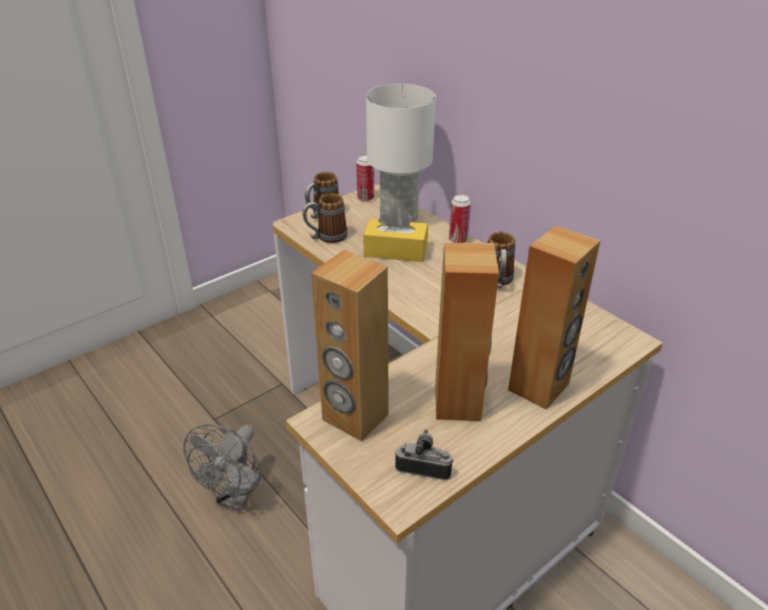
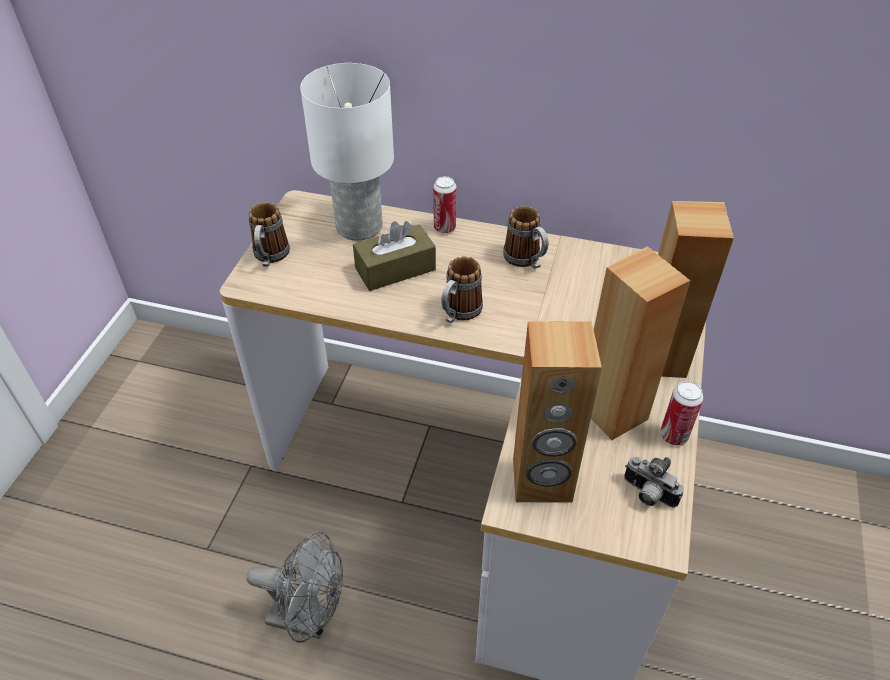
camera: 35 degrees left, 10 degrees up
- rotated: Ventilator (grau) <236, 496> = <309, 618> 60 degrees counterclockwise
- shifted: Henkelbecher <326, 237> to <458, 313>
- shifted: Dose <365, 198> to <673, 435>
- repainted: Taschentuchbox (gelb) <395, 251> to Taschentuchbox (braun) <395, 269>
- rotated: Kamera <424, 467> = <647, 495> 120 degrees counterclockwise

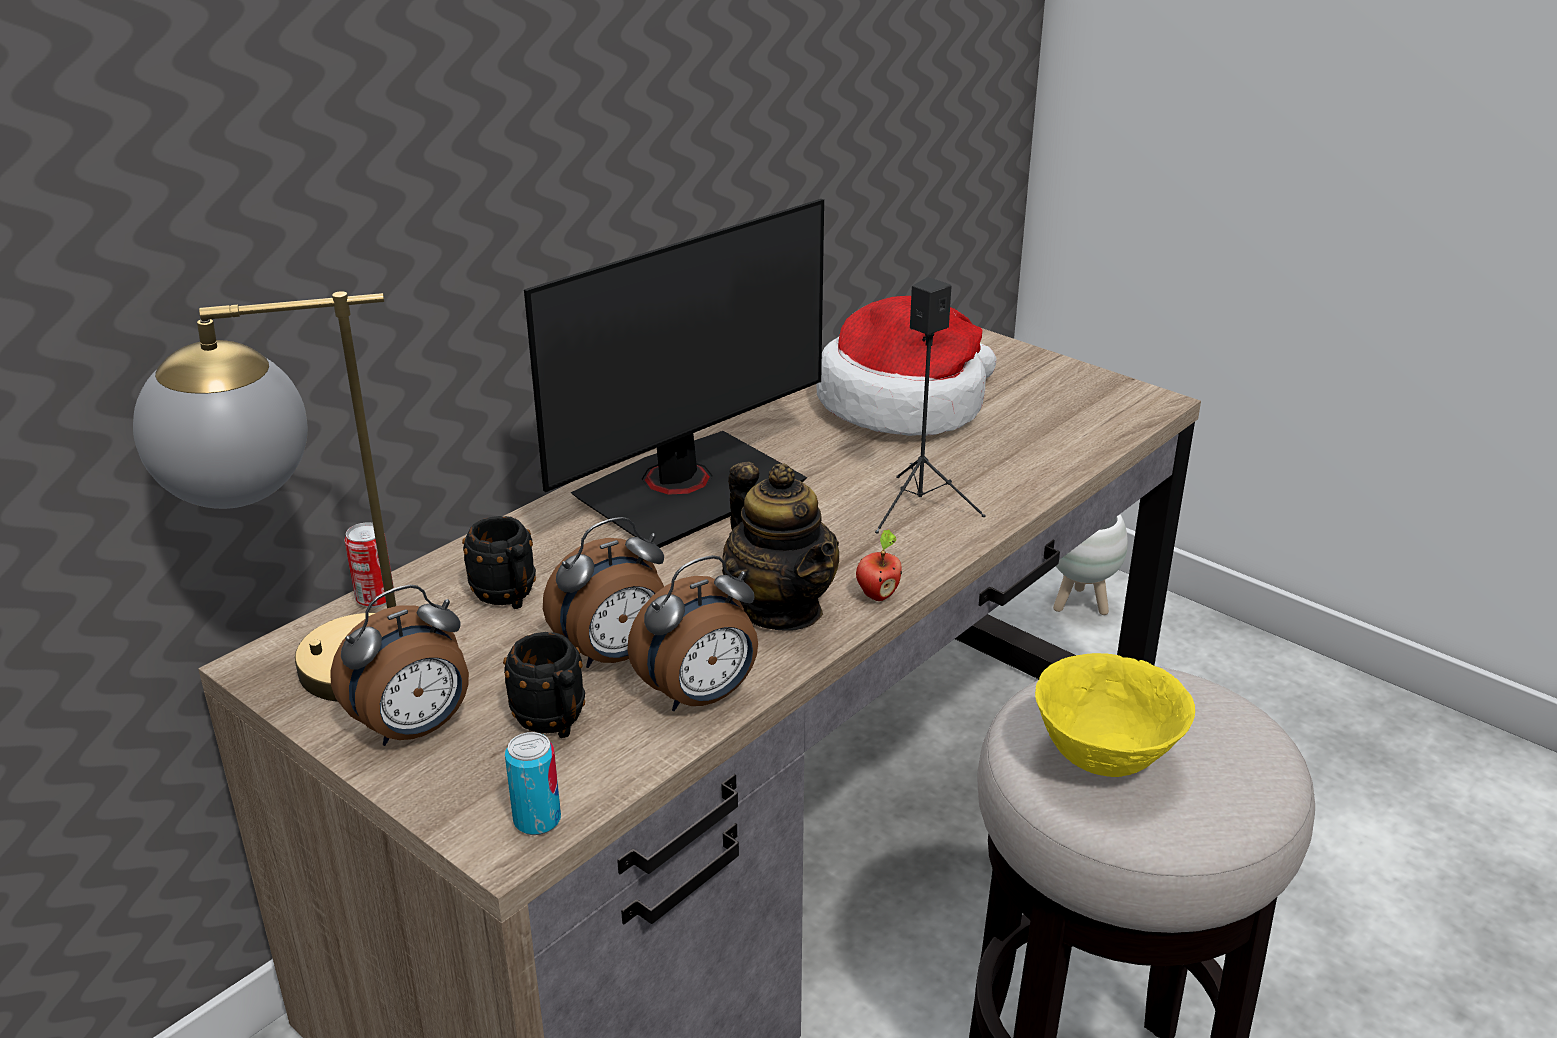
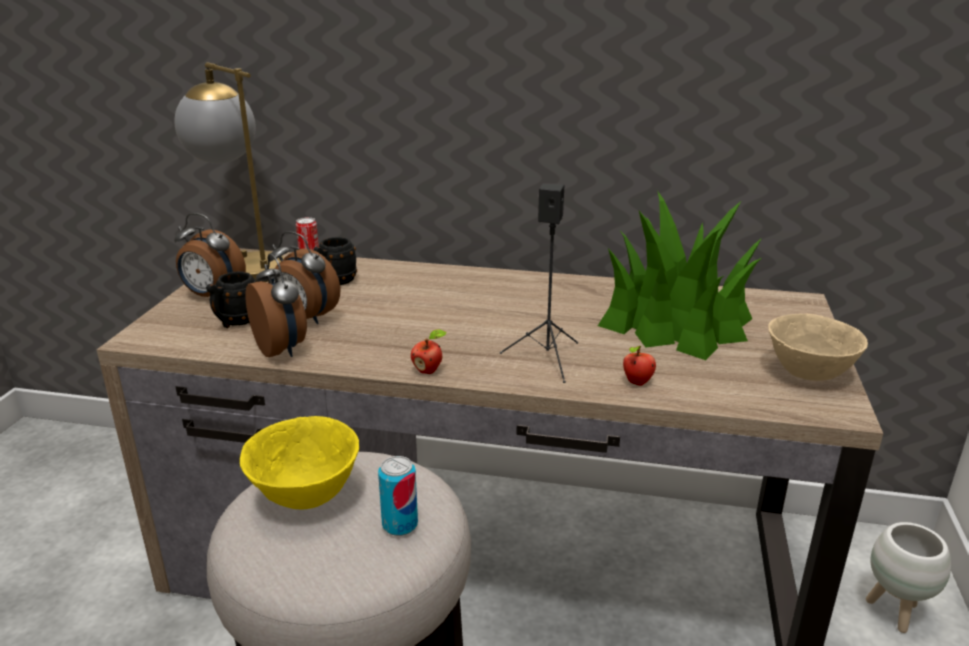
camera: 60 degrees right, 5 degrees down
- shifted: Dose <537, 820> to <400, 525>
- gone: Monitor <687, 490>
- rotated: Wecker <700, 697> = <282, 349> 150 degrees counterclockwise
- gone: Teekanne <781, 609>
- swapped: Hut <905, 404> to Topfpflanze <676, 322>
- new: Apfel <637, 383>
- new: Schüssel (beige) <808, 373>

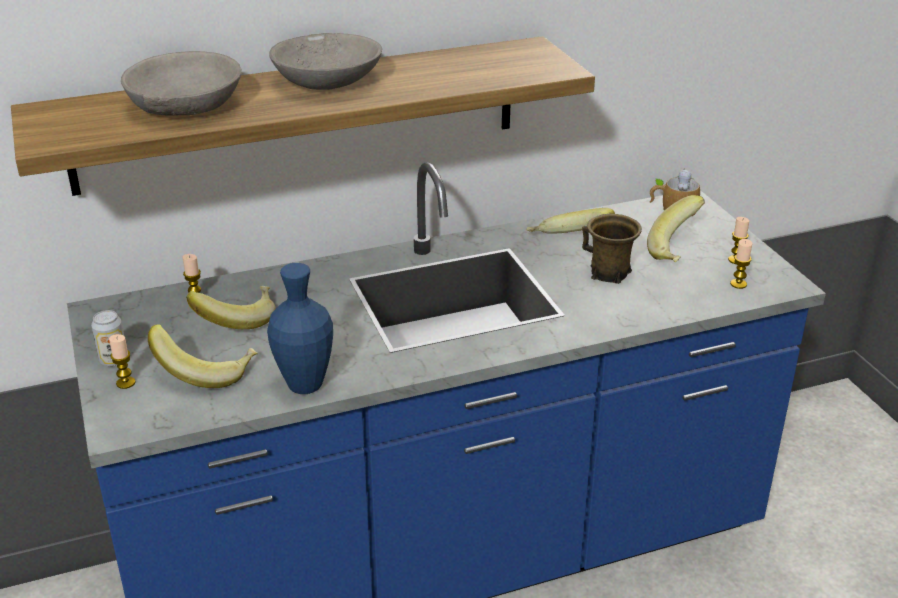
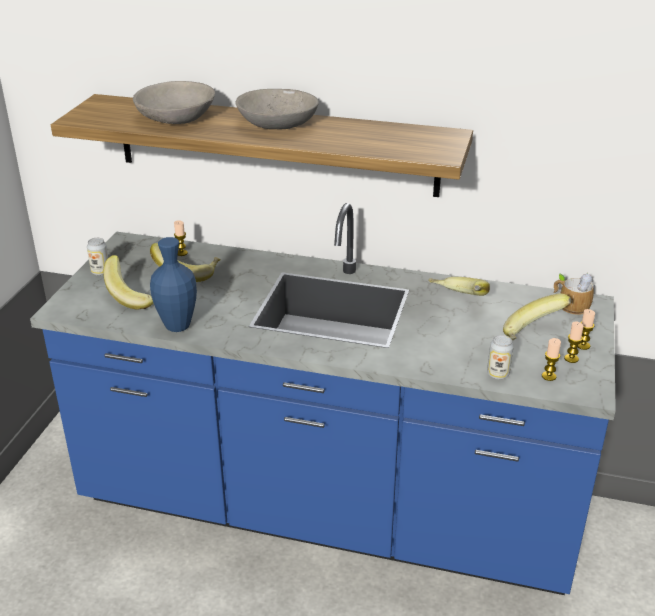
camera: 35 degrees right, 0 degrees up
- shifted: Kerze <125, 383> to <583, 345>
- gone: Henkelbecher (braun) <609, 273>
- new: Dose <498, 374>

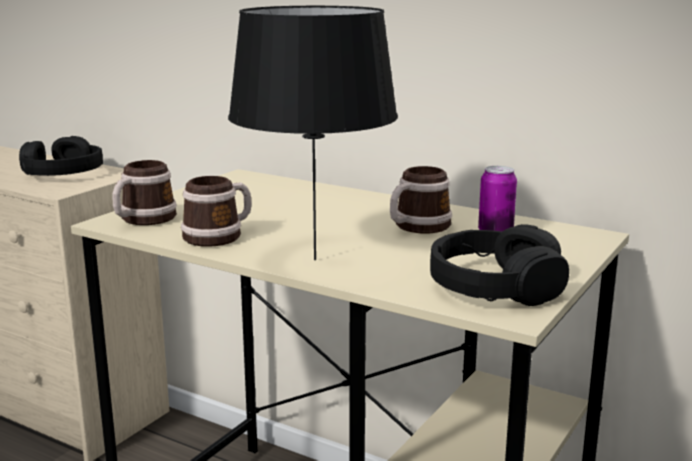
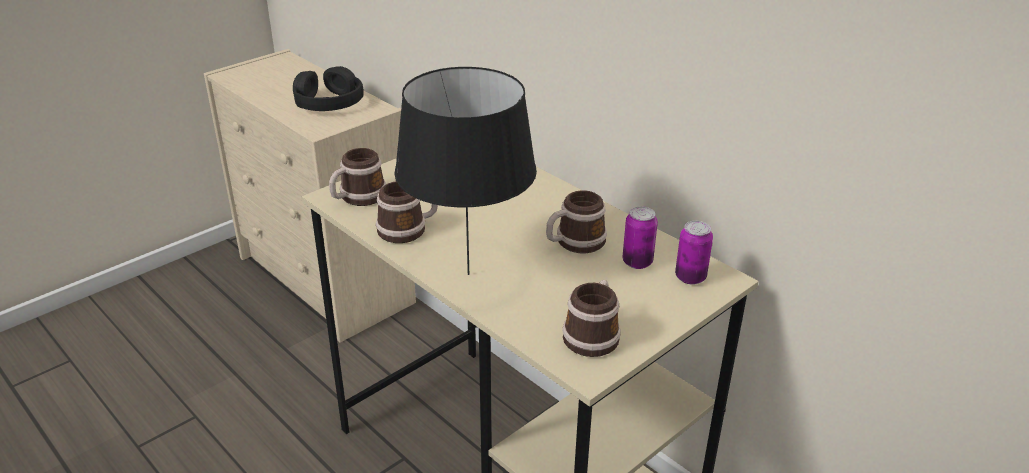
camera: 15 degrees right, 15 degrees up
- swapped: Kopfhörer (schwarz) <495, 286> to Henkelbecher <593, 334>
- new: Dose <690, 277>

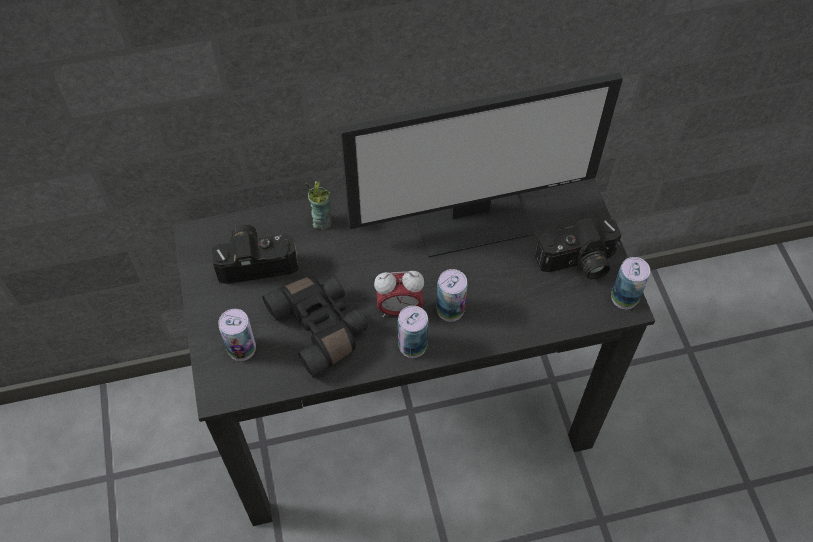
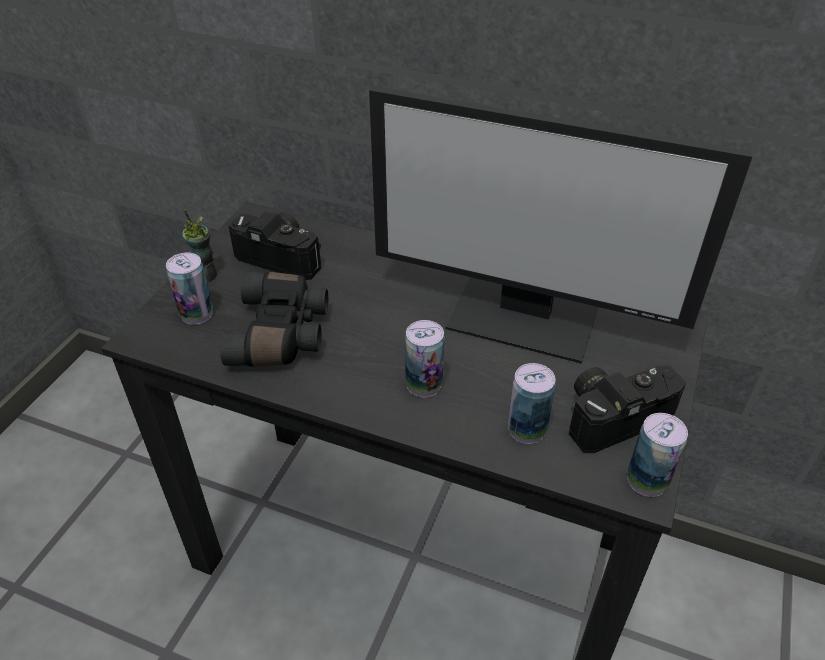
camera: 35 degrees right, 15 degrees down
- shifted: Tasse <322, 221> to <206, 275>
- gone: Wecker <399, 309>
- shifted: Dose <412, 345> to <526, 429>
- rotated: Kamera <578, 262> = <614, 415> 135 degrees clockwise

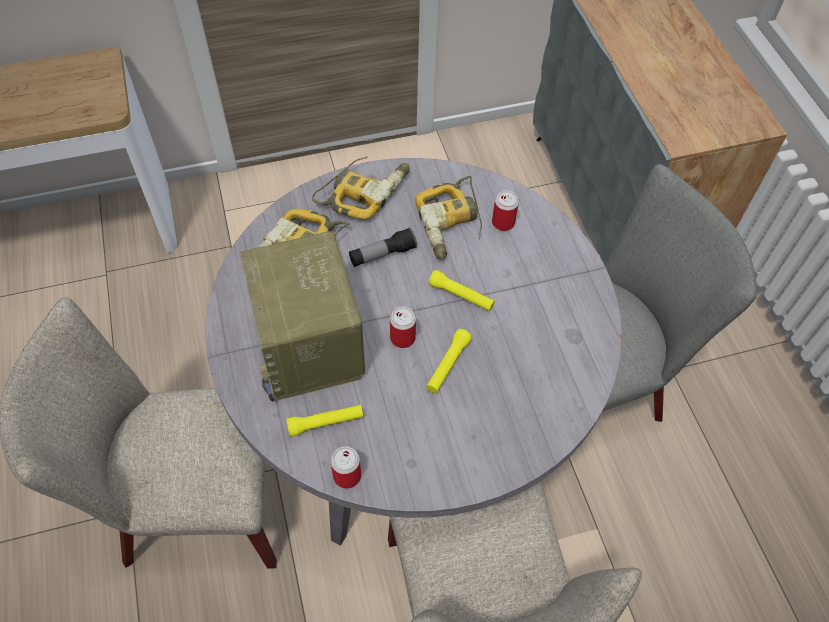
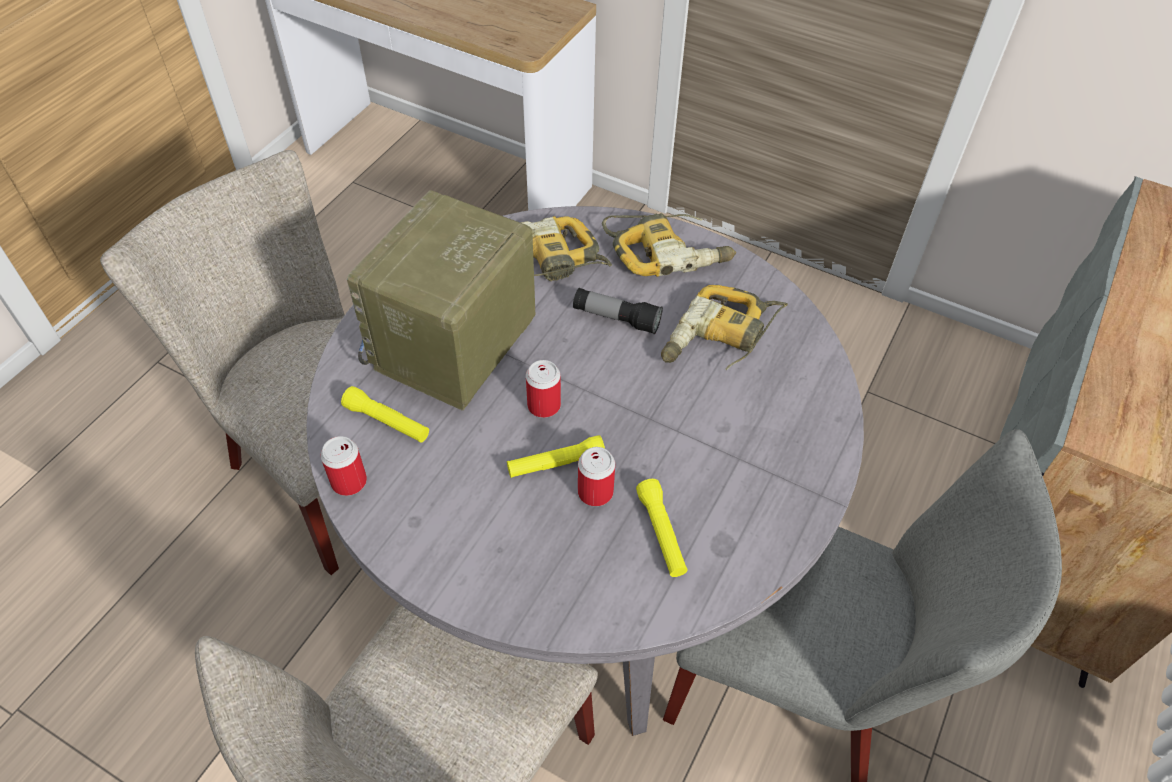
camera: 45 degrees right, 5 degrees down
- shifted: Taschenlampe (gelb) <461, 296> to <661, 533>
- shifted: Dose <503, 222> to <595, 492>

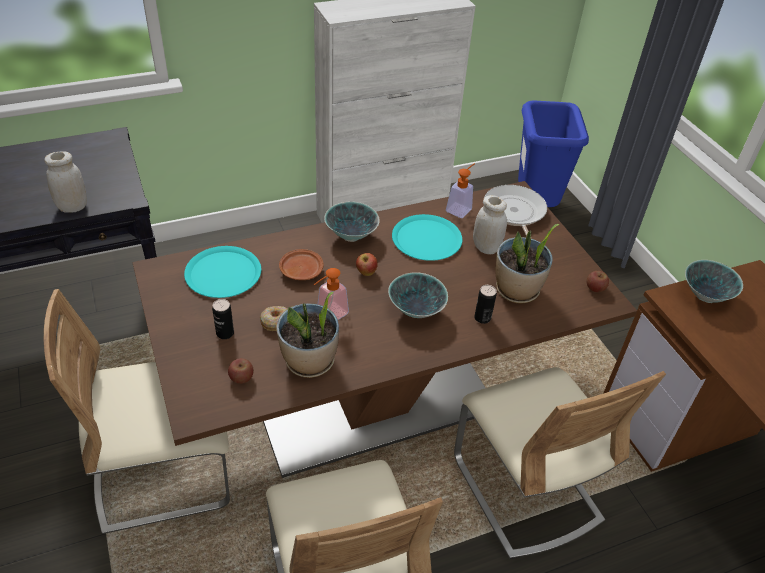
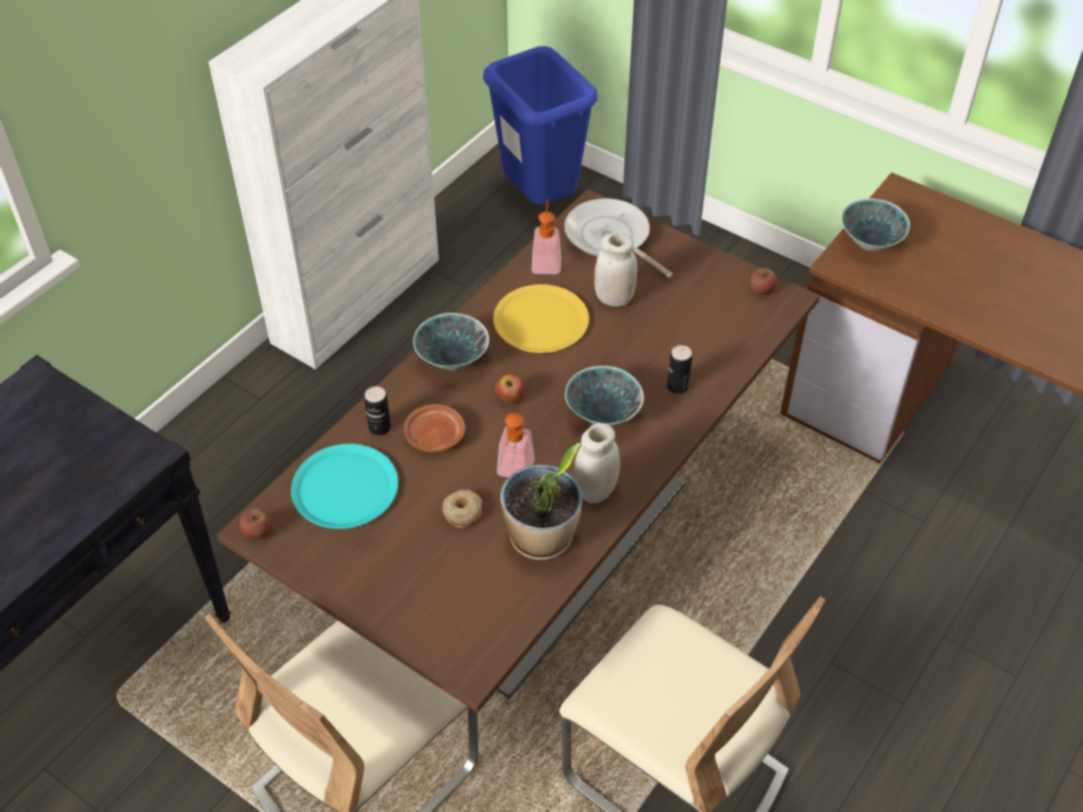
camera: 30 degrees left, 5 degrees up
- shifted: Vorratsglas (weiß) <72, 207> to <596, 491>
- shifted: Dose <225, 333> to <379, 428>
- shifted: Apfel <241, 378> to <258, 532>
- repainted: Teller (türkis) <426, 239> to Teller (gelb) <541, 321>
- gone: Stuhl (beige) <525, 489>
- gone: Topfpflanze <516, 291>

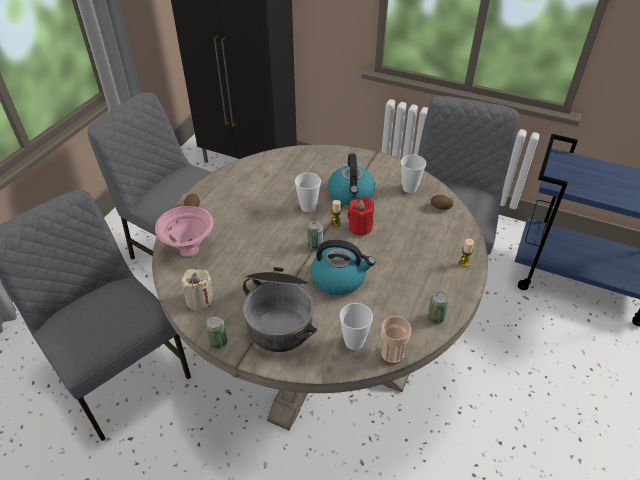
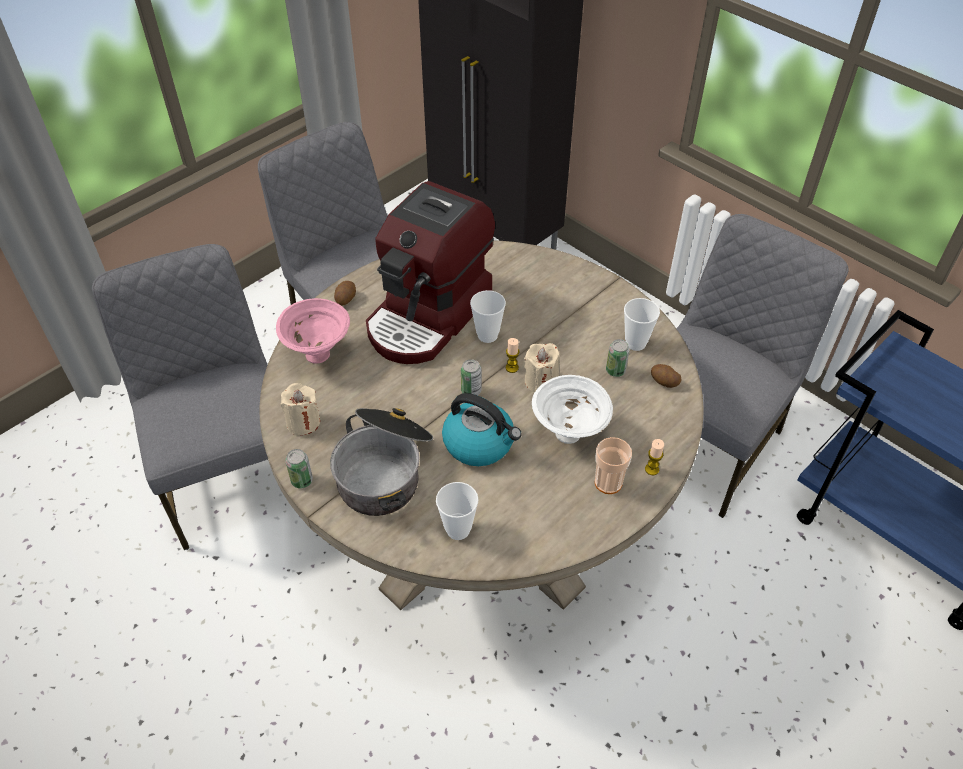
camera: 20 degrees right, 5 degrees up
- gone: Wasserkessel <351, 194>
- repainted: Kerze (rot) <360, 227> to Kerze (beige) <540, 381>
- shifted: Tasse <392, 354> to <608, 482>
- shifted: Dose <435, 318> to <615, 370>
- new: Kaffeemaschine <429, 316>
- new: Schüssel (weiß) <570, 435>

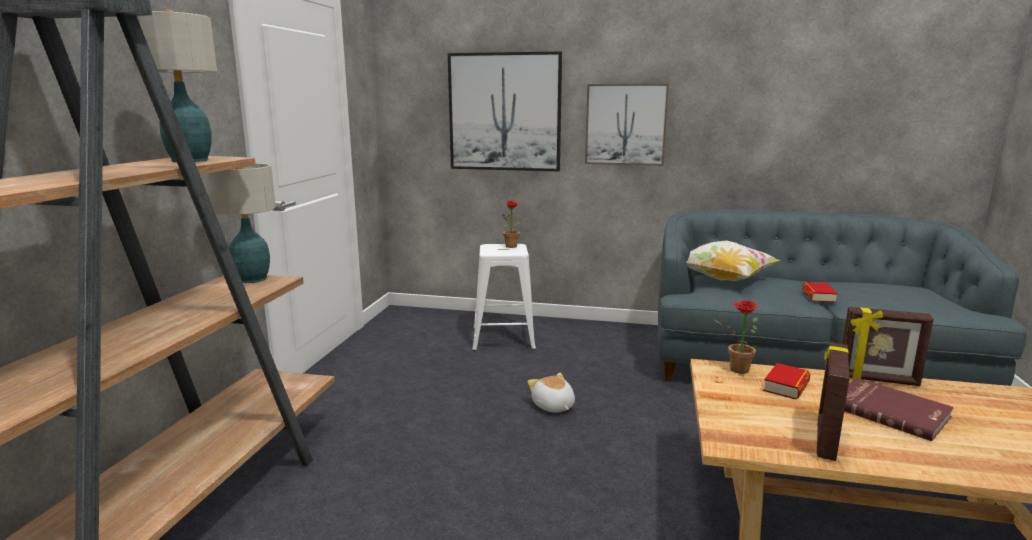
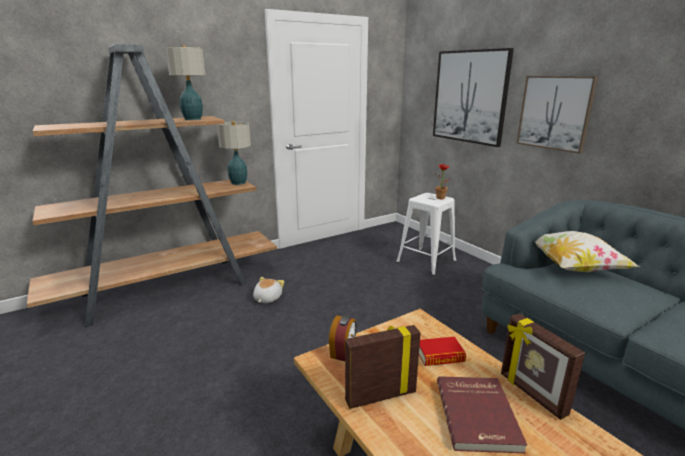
camera: 45 degrees right, 5 degrees up
- shifted: Plüschtier <553, 406> to <267, 298>
- gone: Topfpflanze <735, 369>
- gone: Buch <818, 296>
- new: Wecker <343, 352>

